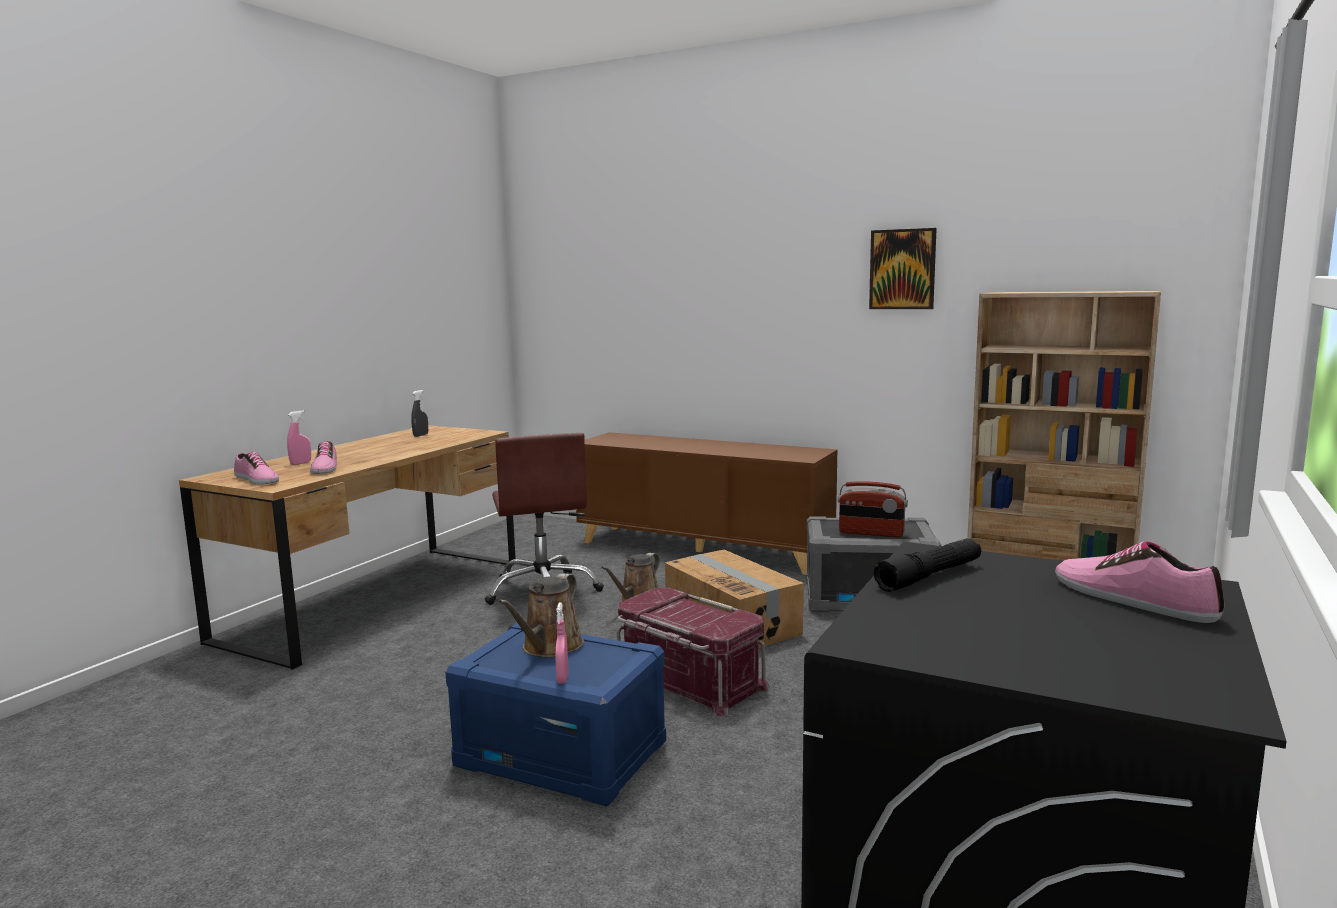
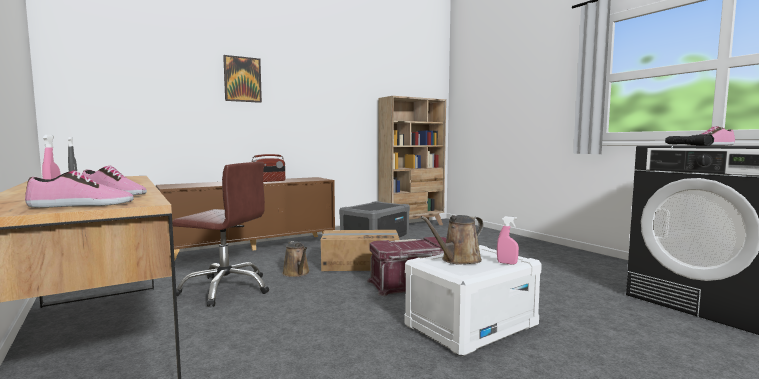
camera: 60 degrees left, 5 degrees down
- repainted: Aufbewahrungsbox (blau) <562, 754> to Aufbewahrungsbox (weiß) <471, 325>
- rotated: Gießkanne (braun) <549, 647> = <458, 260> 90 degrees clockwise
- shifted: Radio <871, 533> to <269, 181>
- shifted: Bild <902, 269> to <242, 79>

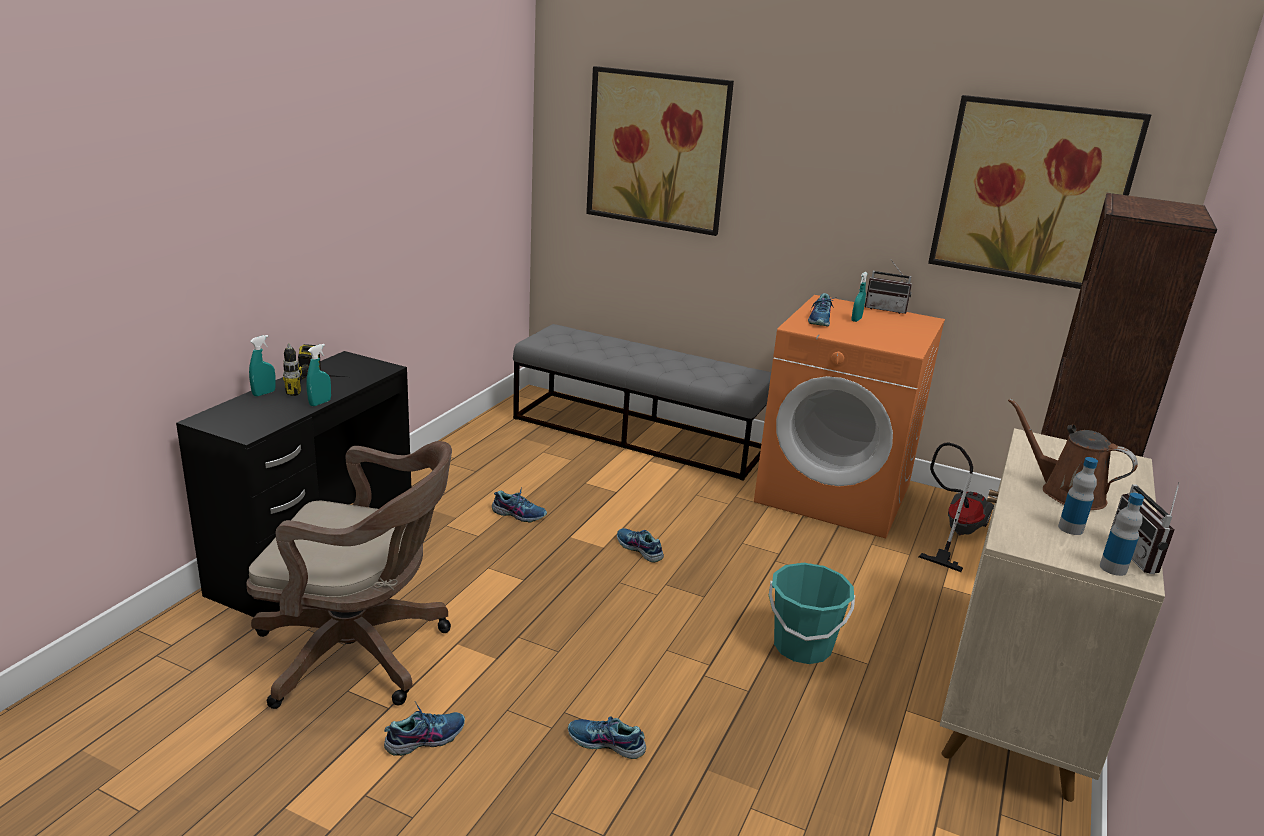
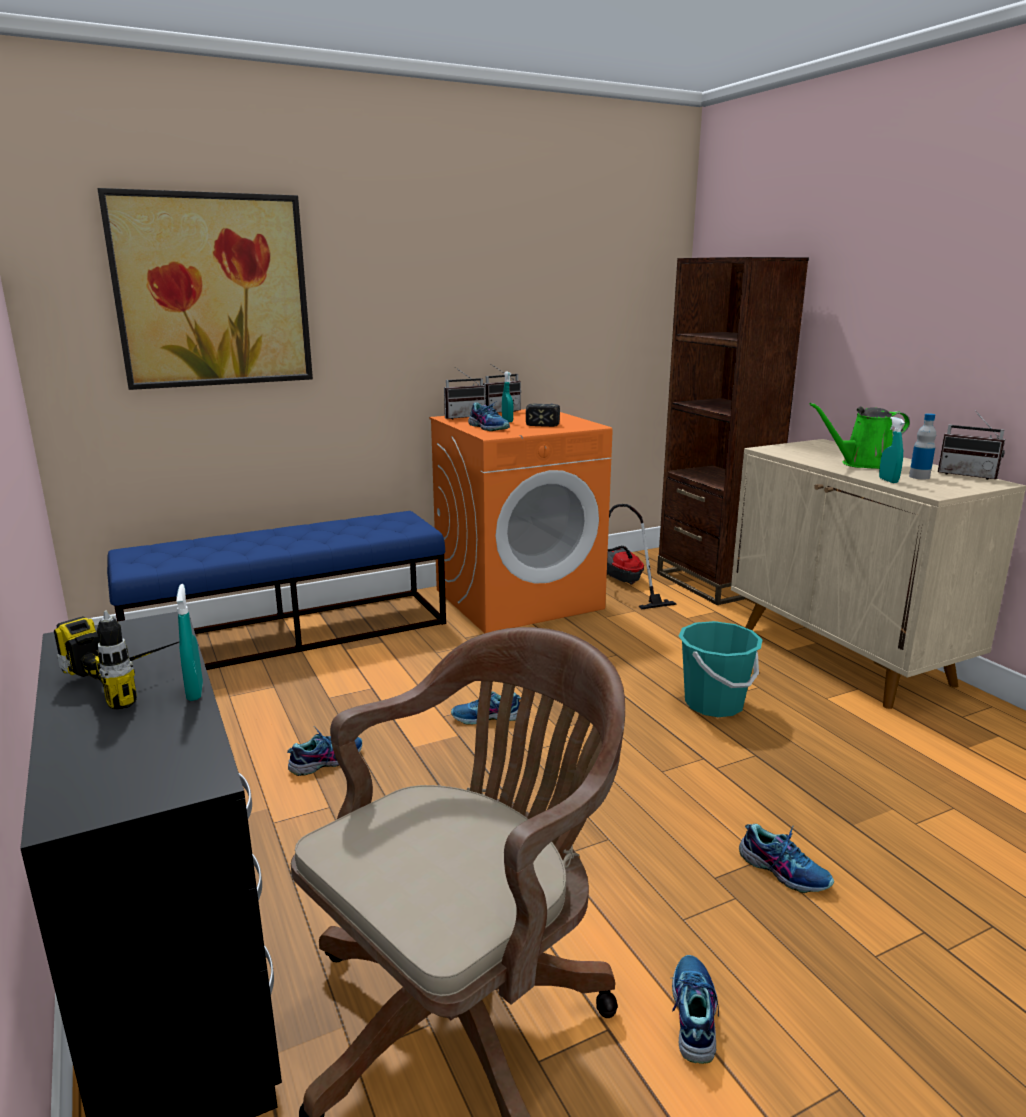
camera: 50 degrees left, 5 degrees down
- shifted: Sprühflasche (türkis) <264, 393> to <888, 480>
- repainted: Bank (grau) <639, 434> to Bank (blau) <290, 634>
- rotated: Schuh <606, 744> = <784, 870> 105 degrees counterclockwise
- gone: Bild <1032, 193>
- repainted: Gießkanne (braun) <1066, 493> to Gießkanne (grün) <862, 464>
- gone: Flasche <1113, 568>
- new: Radio <464, 417>
- new: Hammer <547, 420>

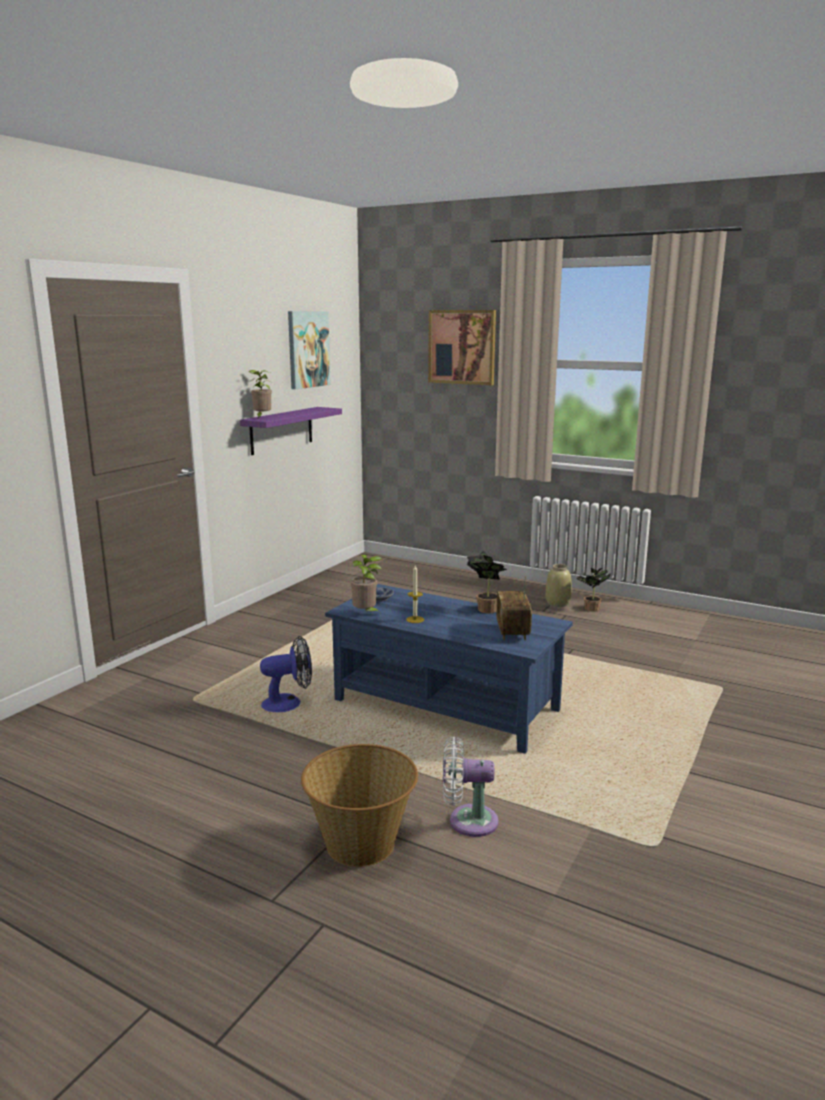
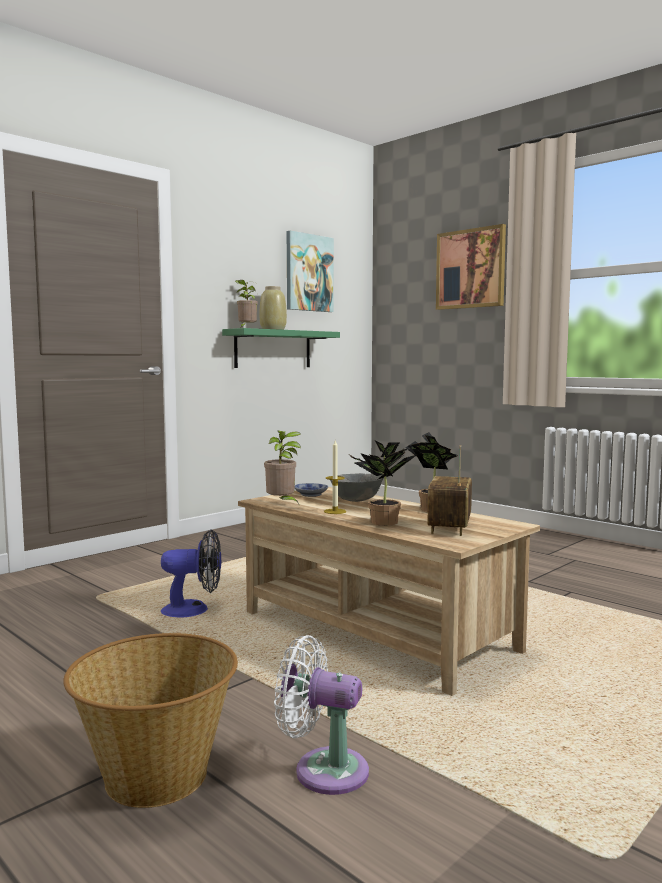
camera: 15 degrees right, 10 degrees down
- repainted: Wandregal (lila) <281, 430> to Wandregal (grün) <273, 349>
- repainted: Couchtisch (blau) <446, 705> to Couchtisch (beige) <377, 632>
- shifted: Vase (beige) <557, 603> to <273, 329>
- shifted: Topfpflanze <590, 609> to <380, 523>
- new: Schüssel (grau) <355, 500>

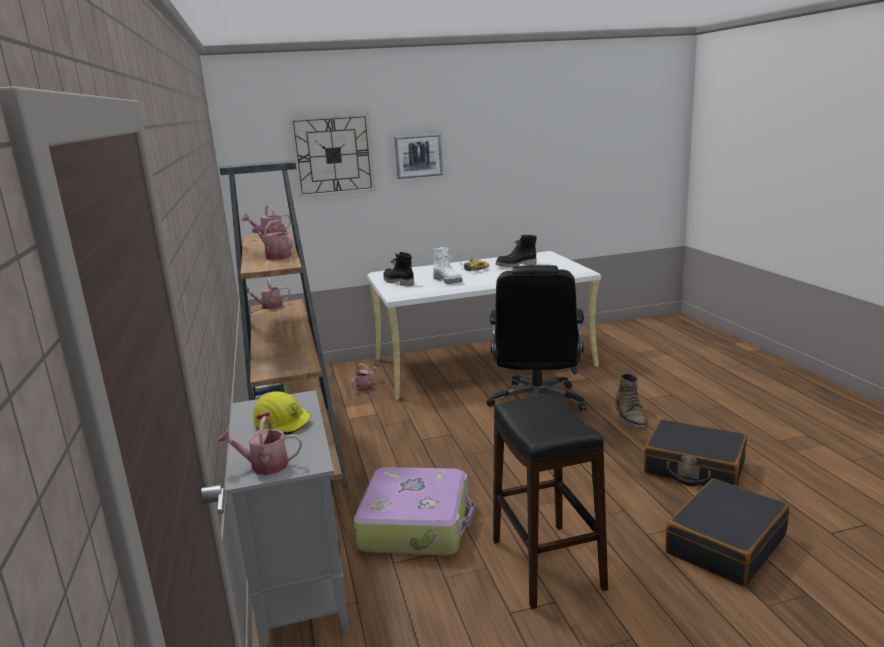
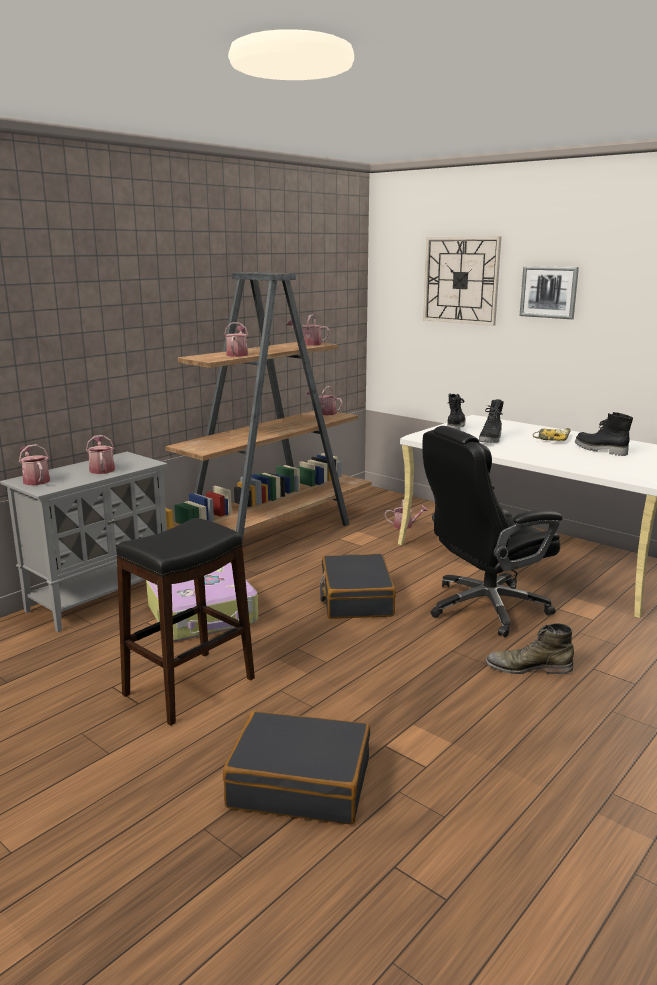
camera: 55 degrees right, 0 degrees up
- swapped: Schutzhelm (gelb) <283, 423> to Gießkanne <102, 469>
- repainted: Stiefel (weiß) <448, 281> to Stiefel (schwarz) <491, 440>
- rotated: Stiefel (grün) <630, 416> = <528, 667> 45 degrees clockwise
- shifted: Koffer (schwarz) <694, 468> to <356, 599>

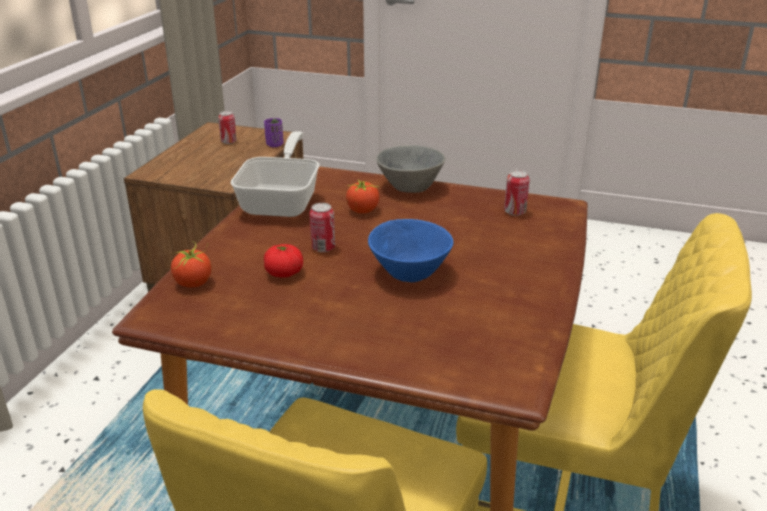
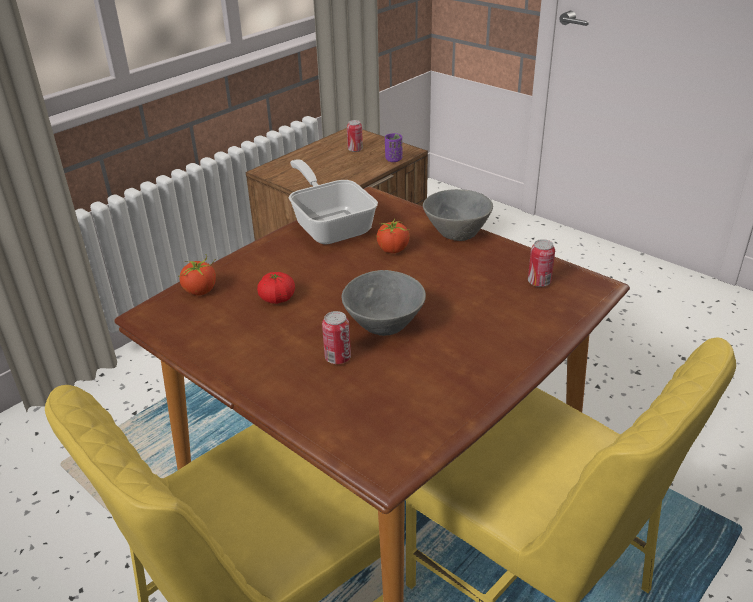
camera: 25 degrees right, 5 degrees up
- rotated: Pfanne <283, 201> = <330, 225> 60 degrees counterclockwise
- shifted: Dose <323, 248> to <337, 358>
- repainted: Schüssel (blau) <407, 274> to Schüssel (grau) <381, 325>

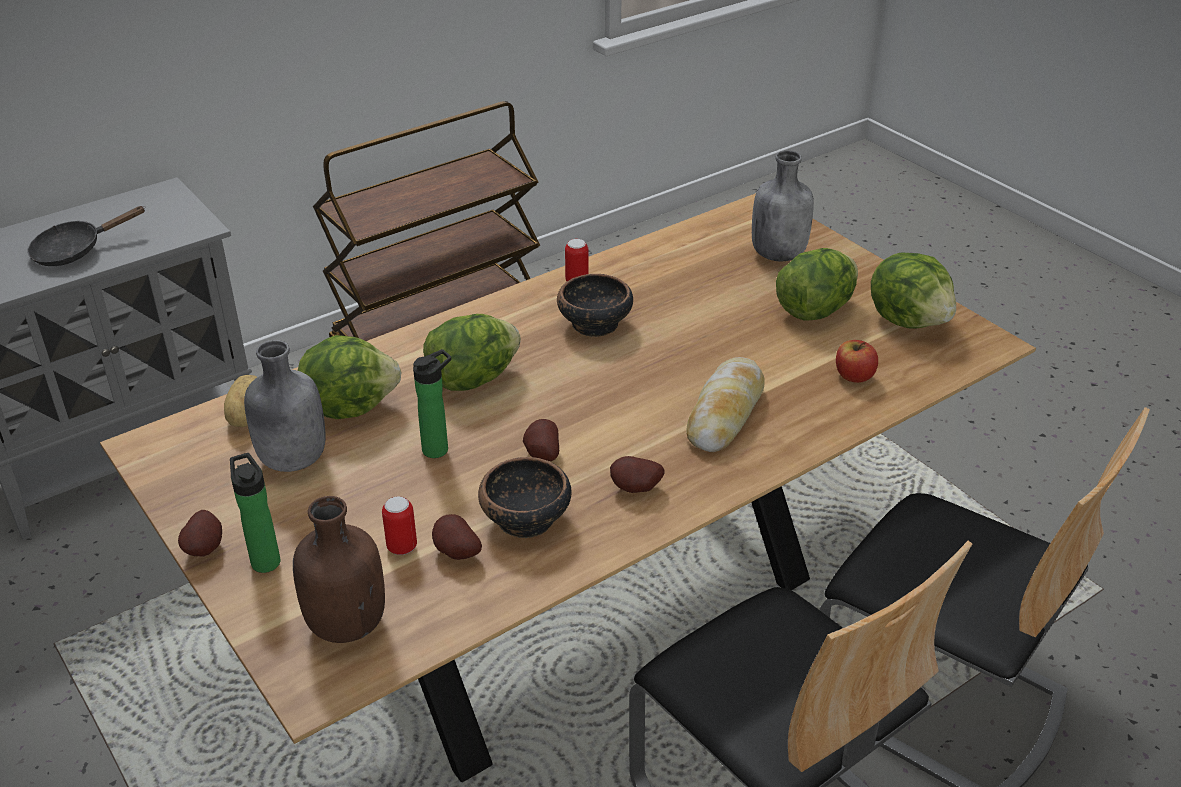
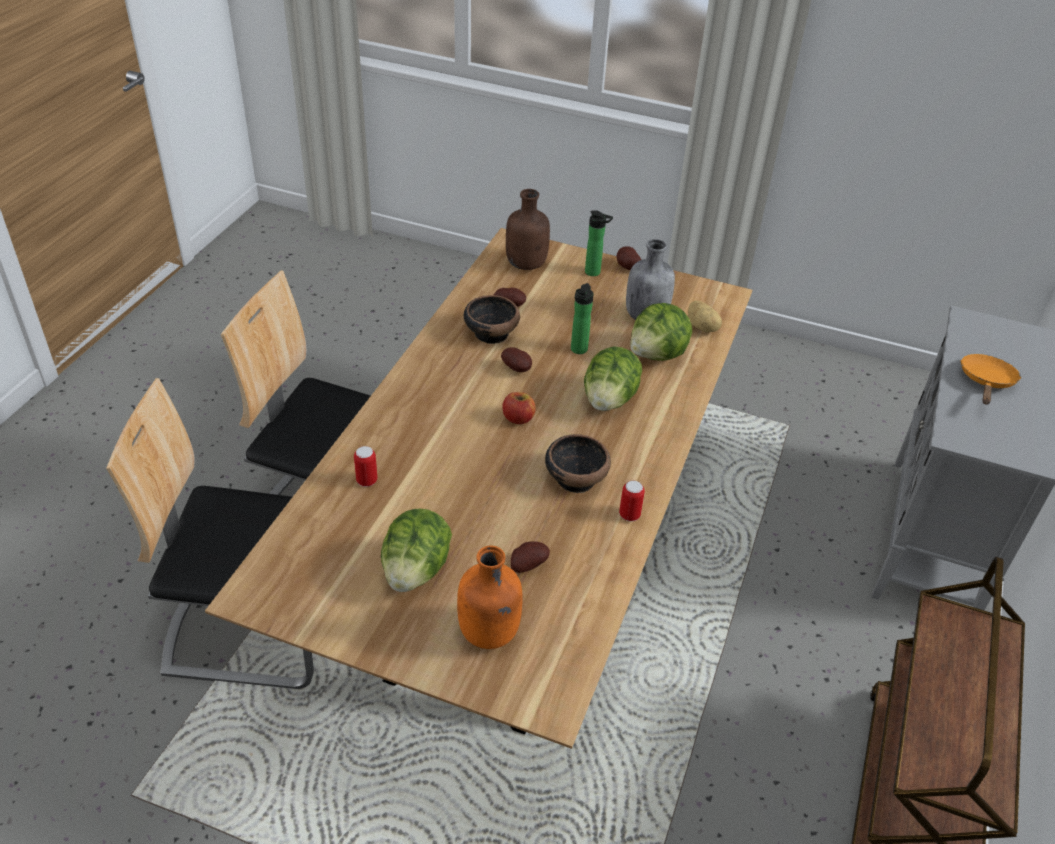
camera: 145 degrees right, 5 degrees up
- repainted: Pfanne (schwarz) <75, 251> to Pfanne (orange) <986, 382>
- shifted: Dose <402, 547> to <367, 481>
- shifted: Kartoffel <636, 489> to <527, 565>
- gone: Brot <725, 413>
- repainted: Flasche (grau) <778, 254> to Flasche (orange) <489, 633>
- shifted: Apfel <854, 376> to <518, 418>
- gone: Salatkopf <909, 320>

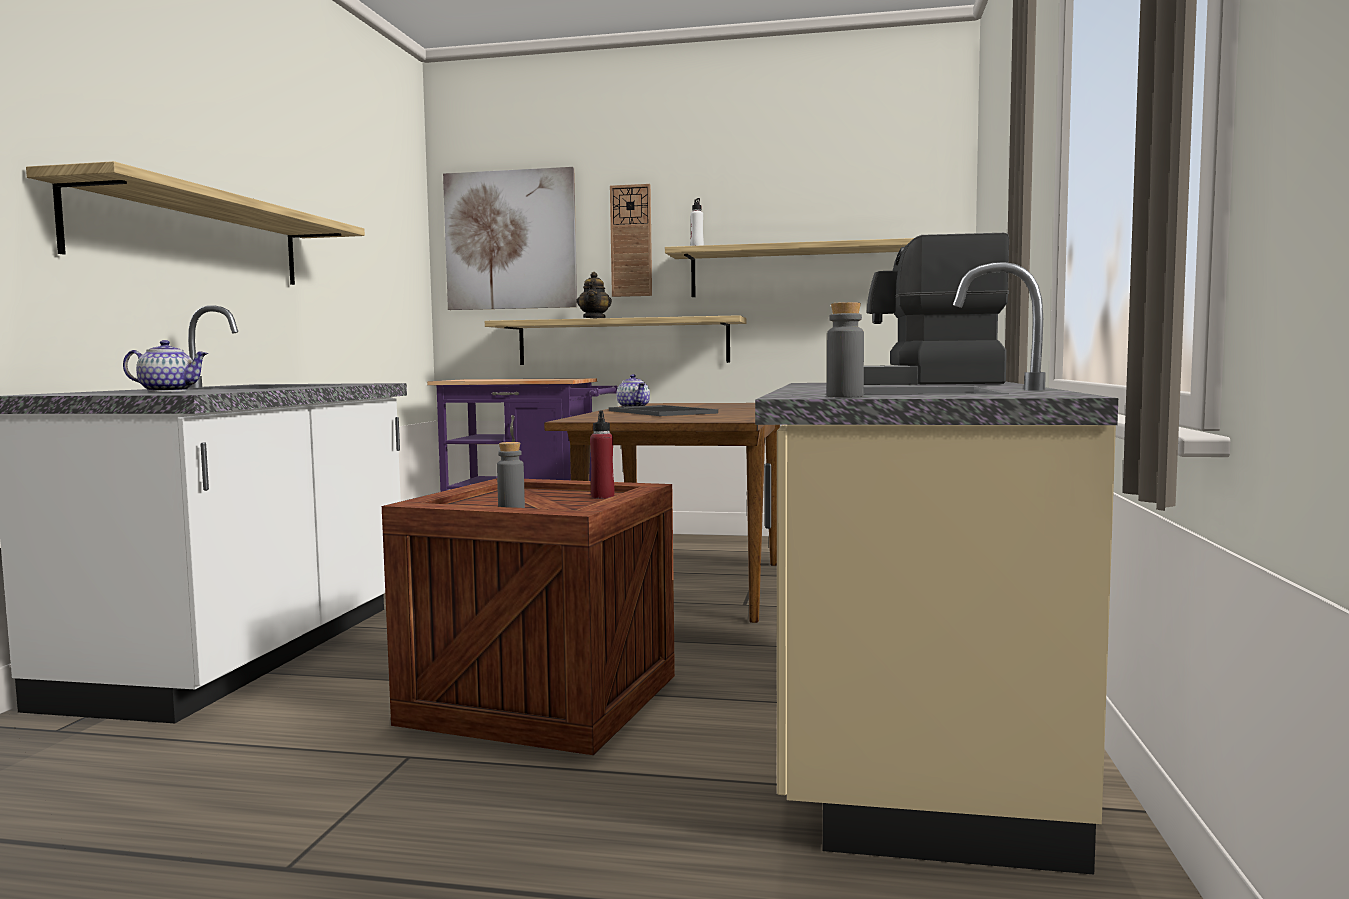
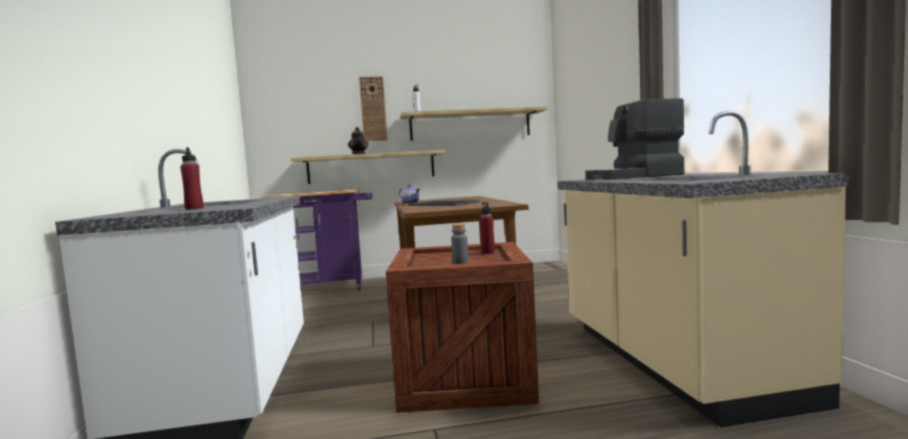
camera: 20 degrees left, 0 degrees up
- gone: Wandregal <194, 238>
- swapped: Teekanne <169, 391> to Flasche (rot) <194, 208>
- gone: Bild <510, 240>
- gone: Flasche (grau) <845, 396>

